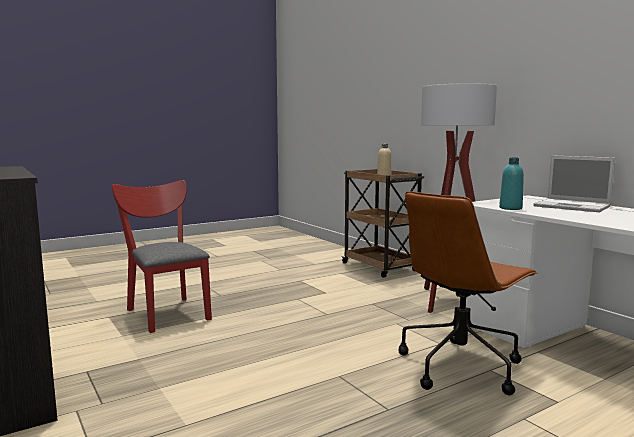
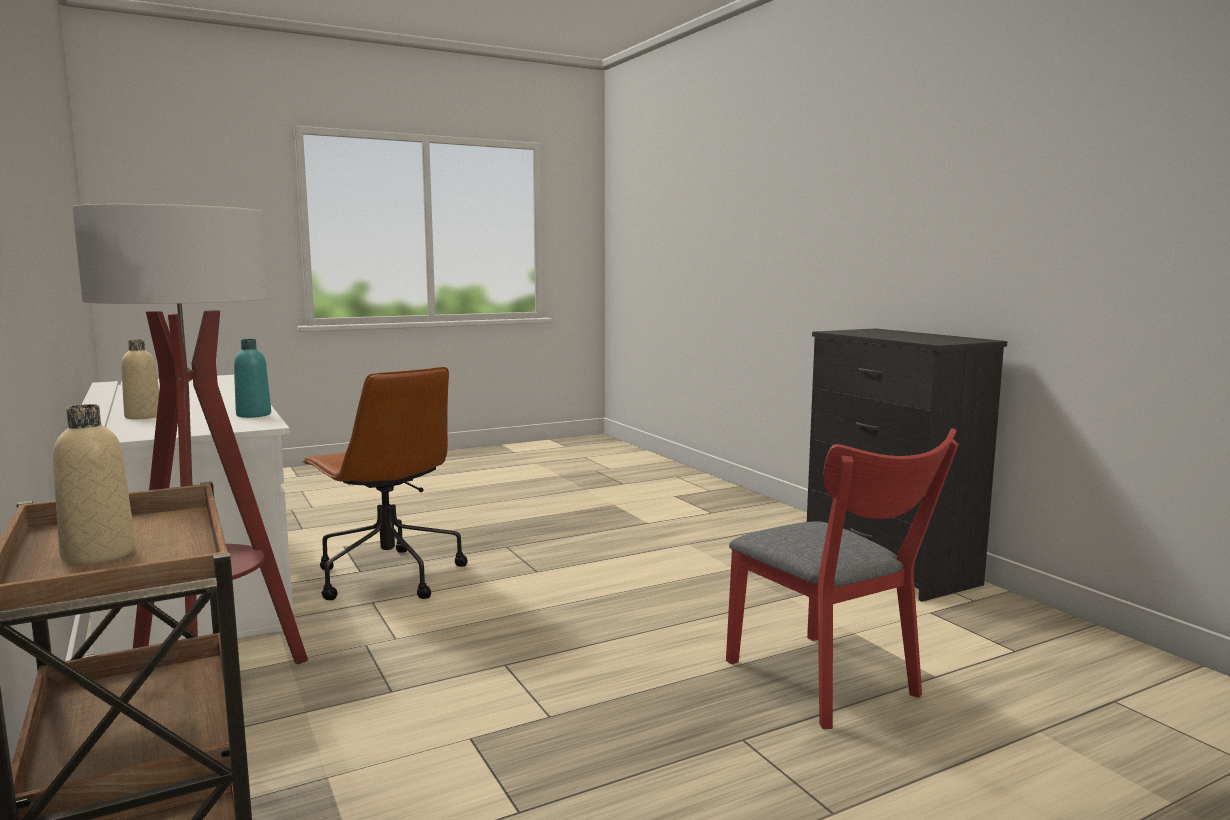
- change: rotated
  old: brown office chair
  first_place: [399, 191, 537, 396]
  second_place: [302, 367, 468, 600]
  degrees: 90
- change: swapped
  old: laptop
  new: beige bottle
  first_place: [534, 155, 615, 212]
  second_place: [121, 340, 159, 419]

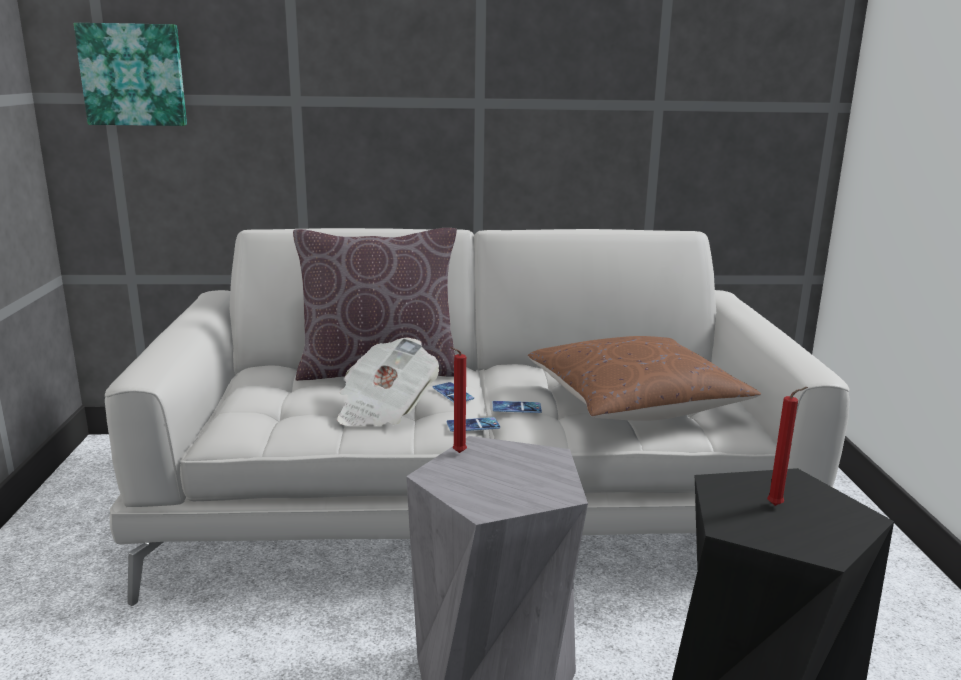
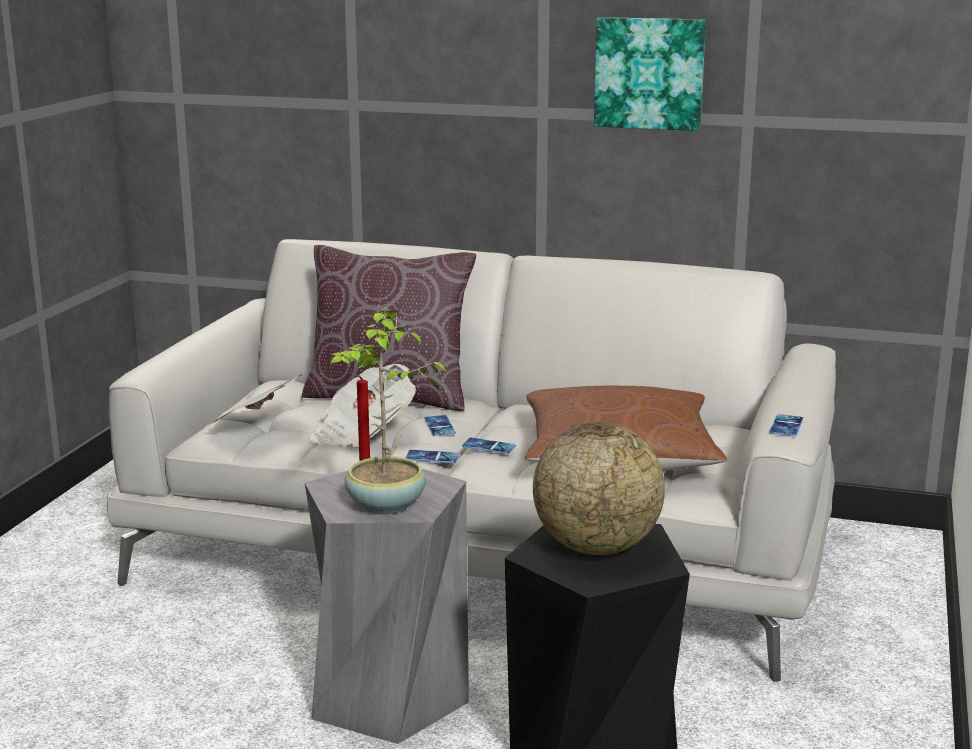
- change: shifted
  old: picture
  first_place: [74, 23, 187, 126]
  second_place: [594, 17, 706, 131]
- change: swapped
  old: red candle
  new: globe
  first_place: [767, 387, 808, 506]
  second_place: [533, 422, 665, 555]
- change: new
  new: newspaper
  second_place: [202, 374, 303, 428]
- change: new
  new: potted plant
  second_place: [329, 307, 447, 514]
- change: new
  new: phone
  second_place: [769, 414, 803, 436]

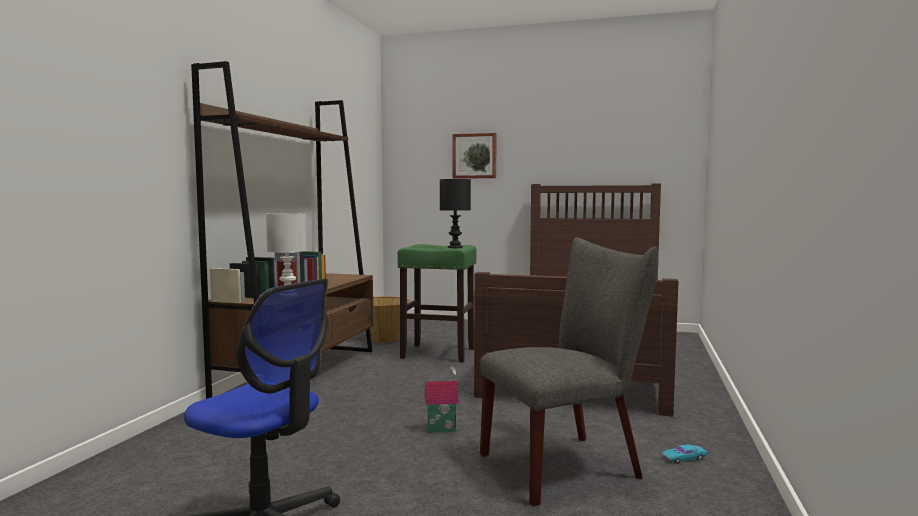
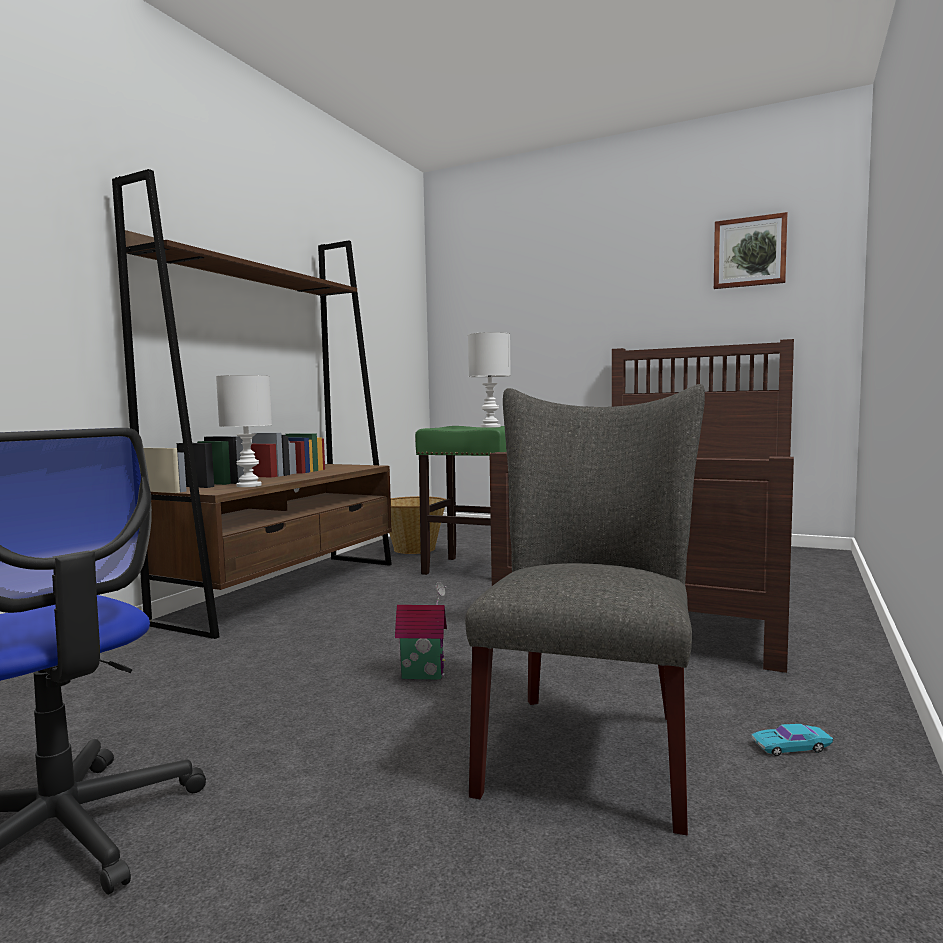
- change: repainted
  old: black table lamp
  new: white table lamp
  first_place: [440, 179, 471, 248]
  second_place: [468, 332, 511, 428]
- change: shifted
  old: picture
  first_place: [452, 133, 497, 179]
  second_place: [714, 212, 787, 289]
- change: rotated
  old: grey chair
  first_place: [480, 237, 659, 507]
  second_place: [465, 384, 705, 835]
  degrees: -60

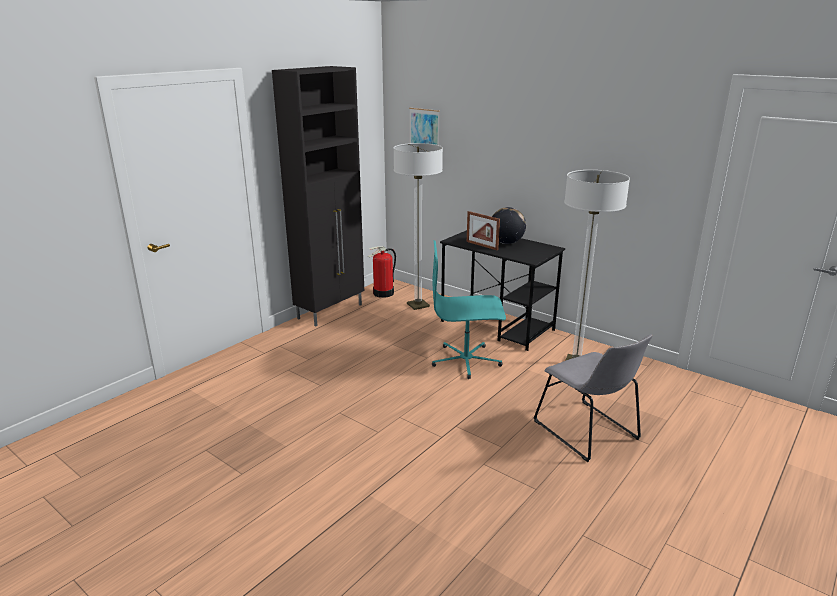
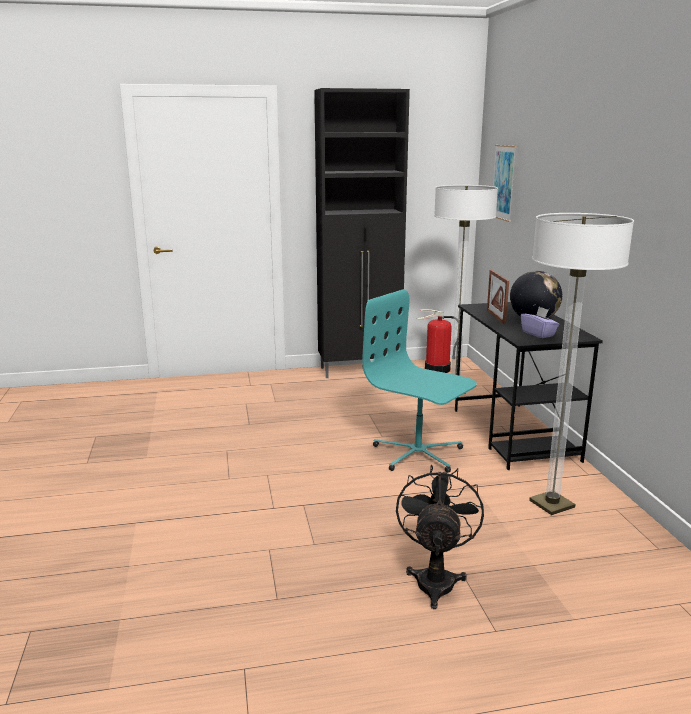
- change: swapped
  old: grey chair
  new: black fan
  first_place: [534, 334, 653, 462]
  second_place: [396, 465, 484, 609]
- change: new
  new: purple tissue box
  second_place: [521, 307, 559, 338]

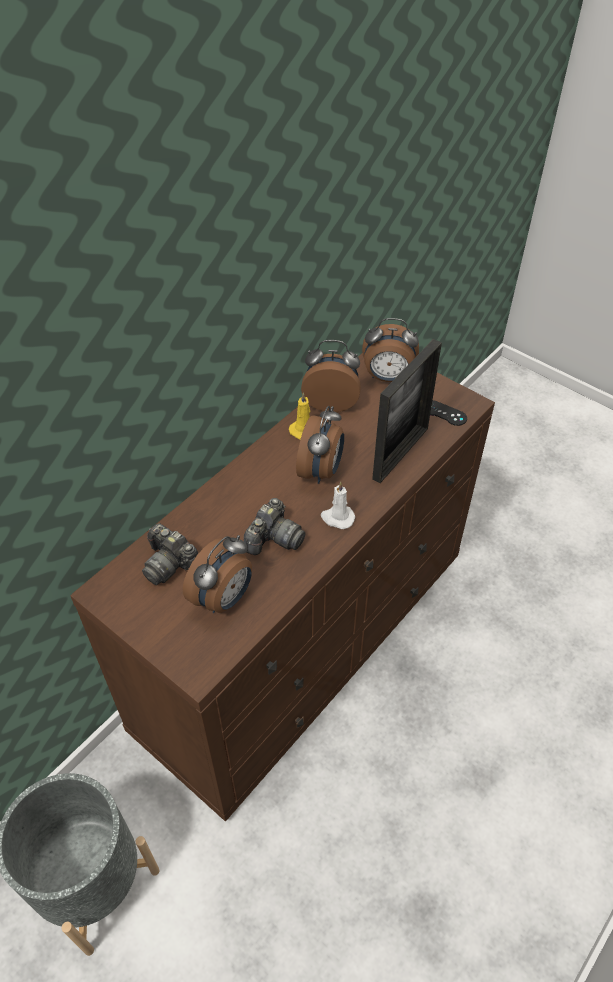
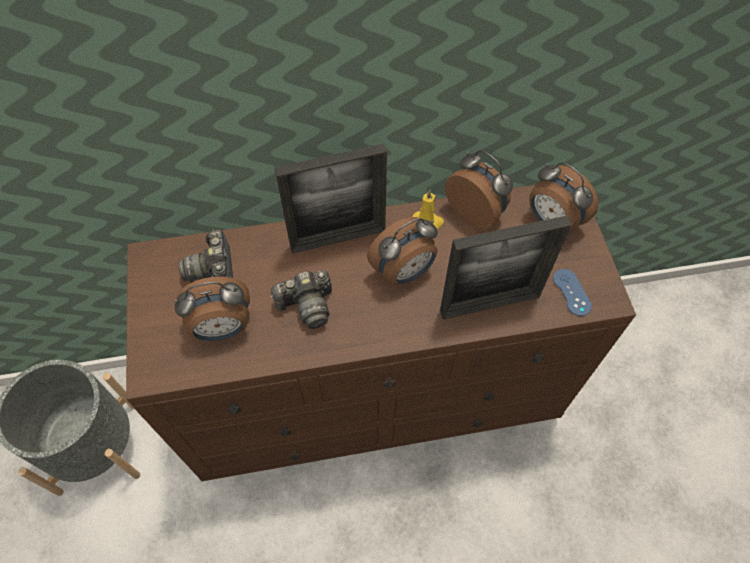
- change: gone
  old: white candle
  first_place: [321, 482, 355, 529]
- change: repainted
  old: black game controller
  new: blue game controller
  first_place: [430, 400, 467, 426]
  second_place: [553, 269, 592, 316]
- change: new
  new: picture frame
  second_place: [274, 143, 387, 254]

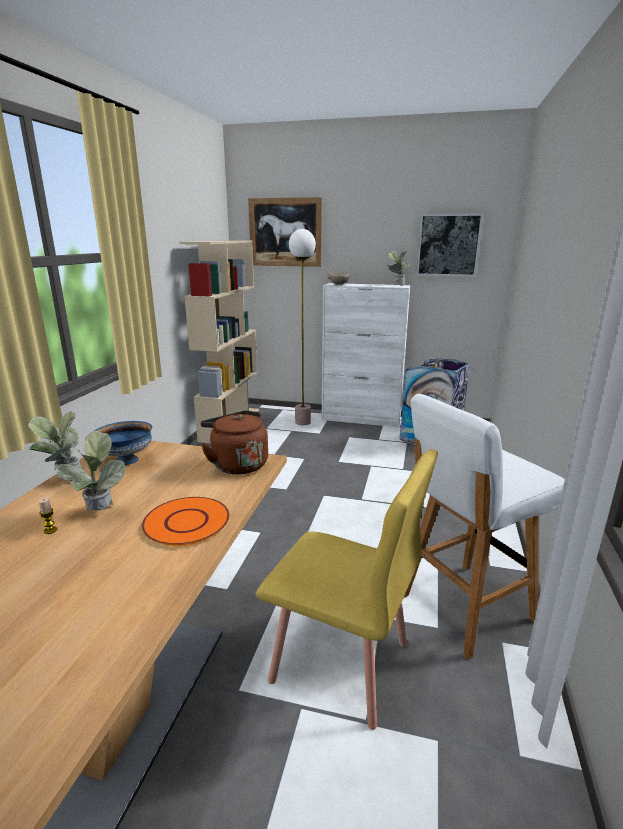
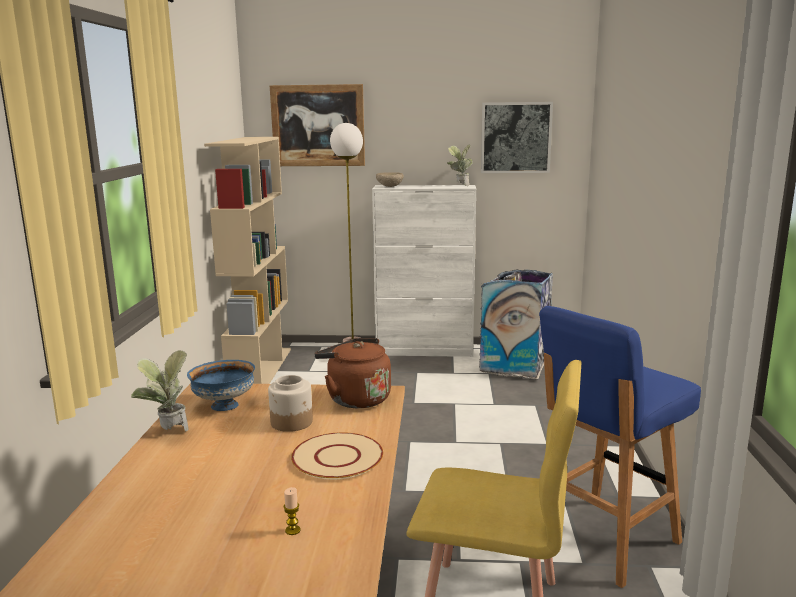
- change: shifted
  old: candle
  first_place: [38, 497, 57, 534]
  second_place: [284, 487, 301, 535]
- change: gone
  old: potted plant
  first_place: [55, 431, 125, 512]
- change: repainted
  old: orange plate
  new: beige plate
  first_place: [142, 497, 230, 546]
  second_place: [291, 432, 383, 480]
- change: repainted
  old: white stool
  new: blue stool
  first_place: [404, 394, 565, 660]
  second_place: [539, 306, 701, 588]
- change: new
  new: jar
  second_place: [268, 375, 313, 432]

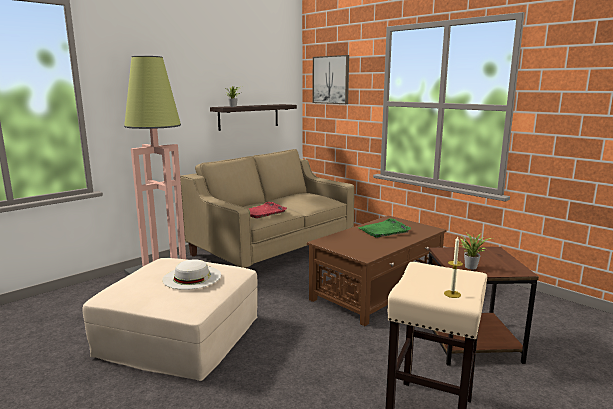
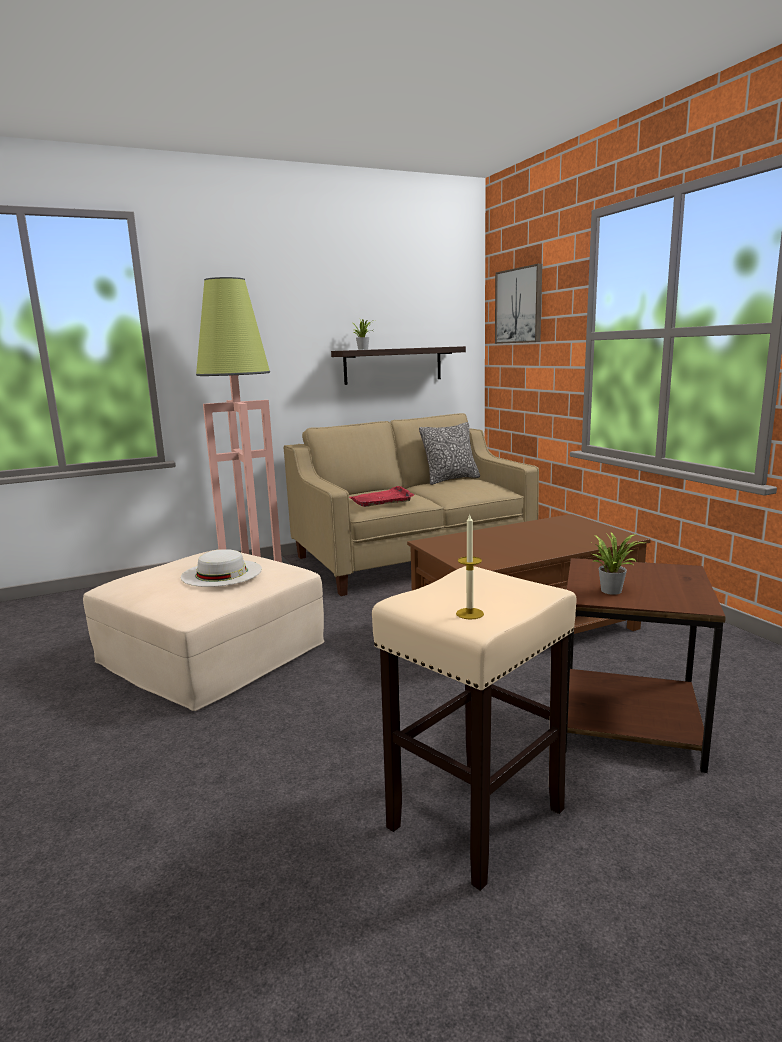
- change: gone
  old: green tray
  first_place: [358, 218, 411, 238]
- change: new
  new: pillow
  second_place: [419, 422, 480, 485]

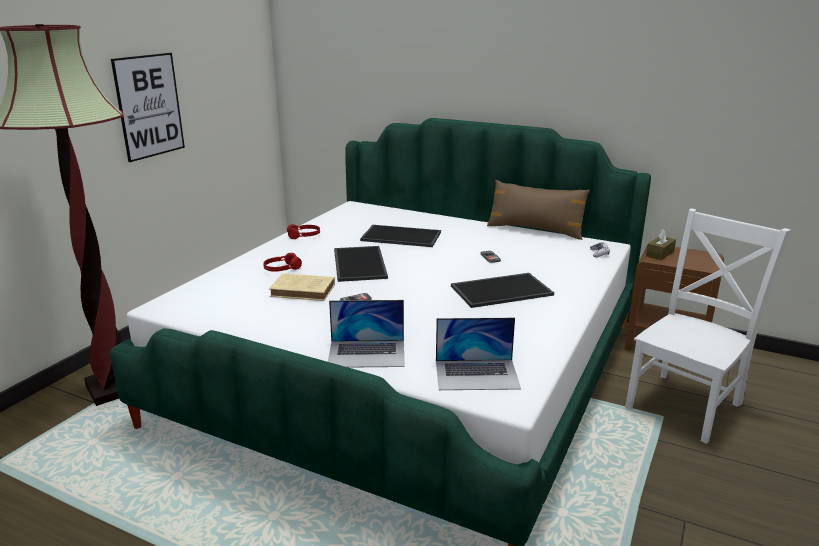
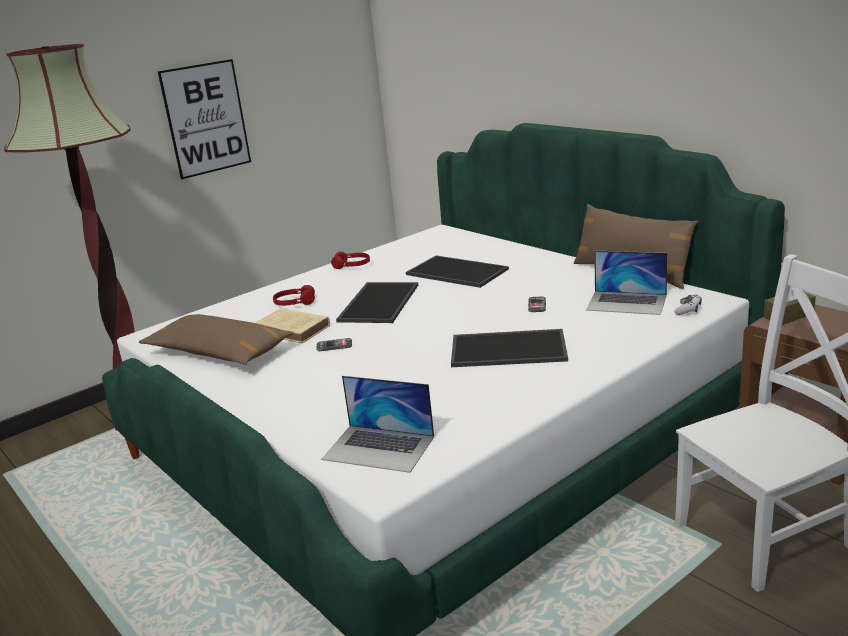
- change: shifted
  old: laptop
  first_place: [328, 300, 404, 368]
  second_place: [586, 250, 668, 315]
- change: new
  new: brown pillow
  second_place: [139, 314, 294, 365]

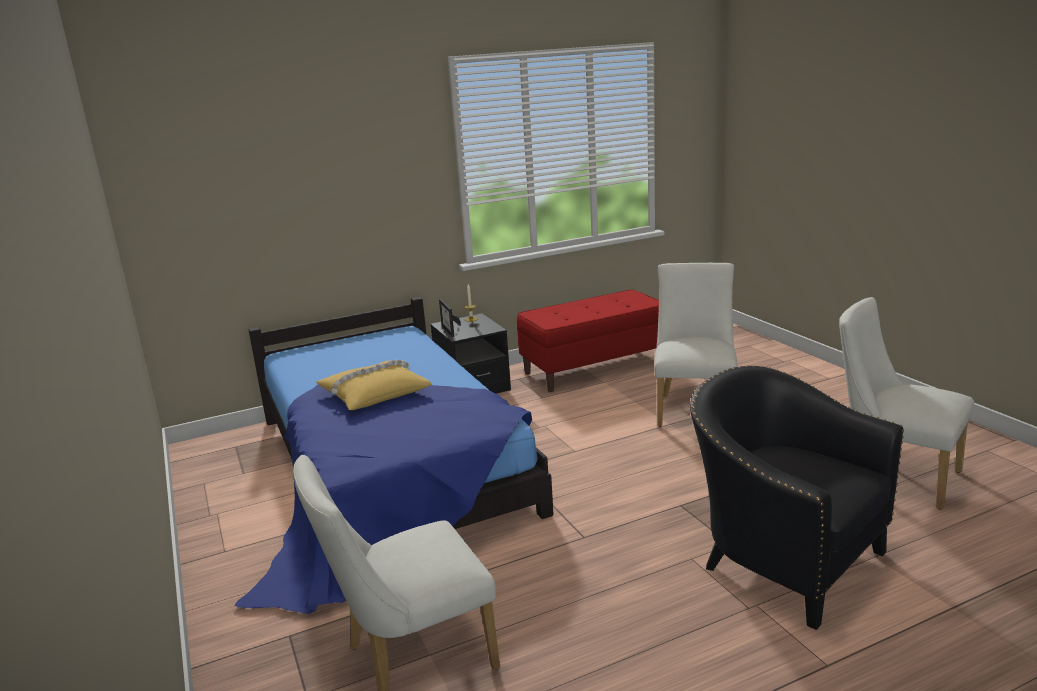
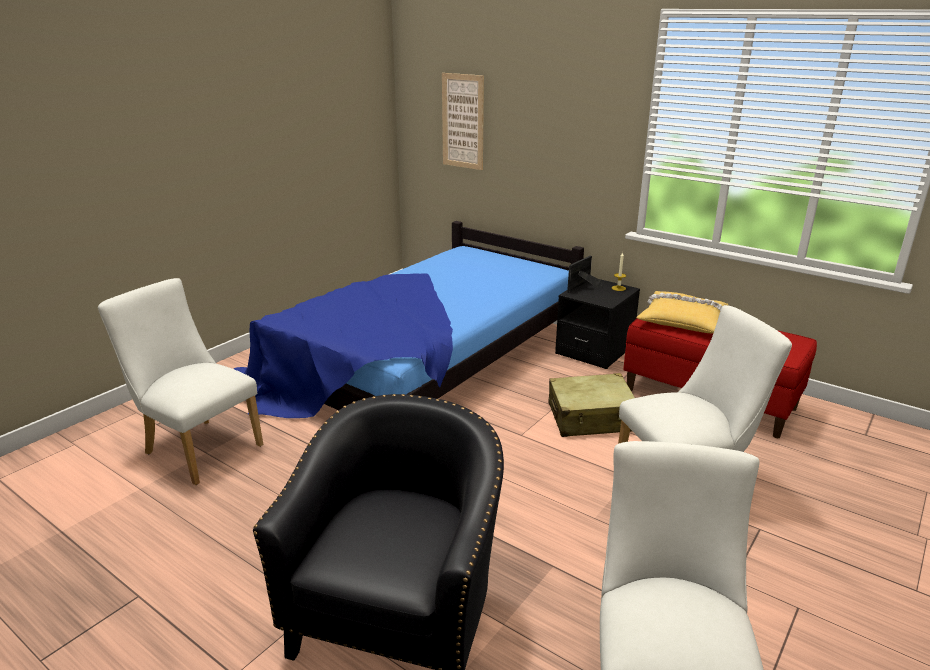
- change: shifted
  old: yellow pillow
  first_place: [316, 360, 432, 410]
  second_place: [637, 291, 728, 333]
- change: new
  new: picture
  second_place: [442, 73, 484, 170]
- change: new
  new: beige suitcase
  second_place: [548, 373, 635, 437]

